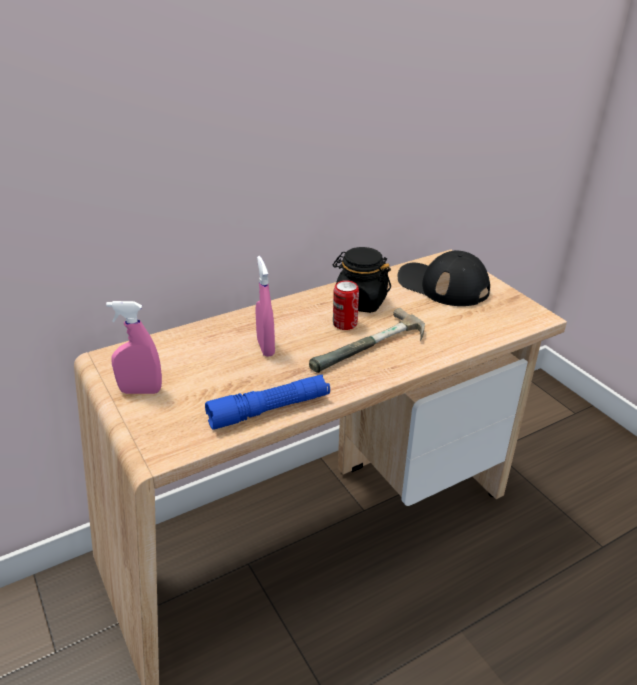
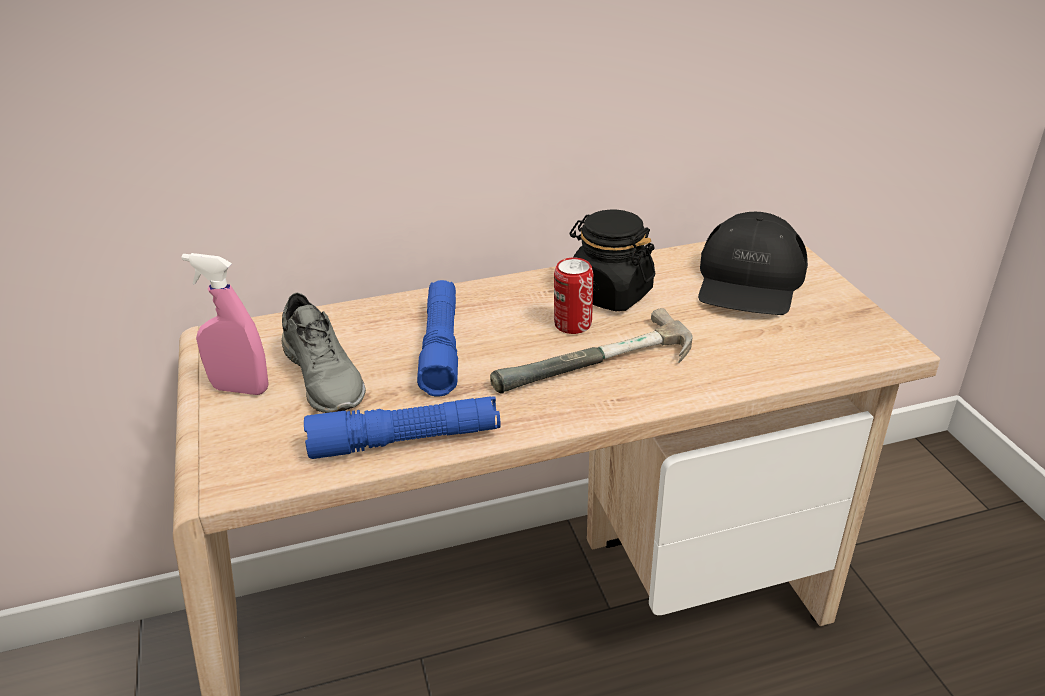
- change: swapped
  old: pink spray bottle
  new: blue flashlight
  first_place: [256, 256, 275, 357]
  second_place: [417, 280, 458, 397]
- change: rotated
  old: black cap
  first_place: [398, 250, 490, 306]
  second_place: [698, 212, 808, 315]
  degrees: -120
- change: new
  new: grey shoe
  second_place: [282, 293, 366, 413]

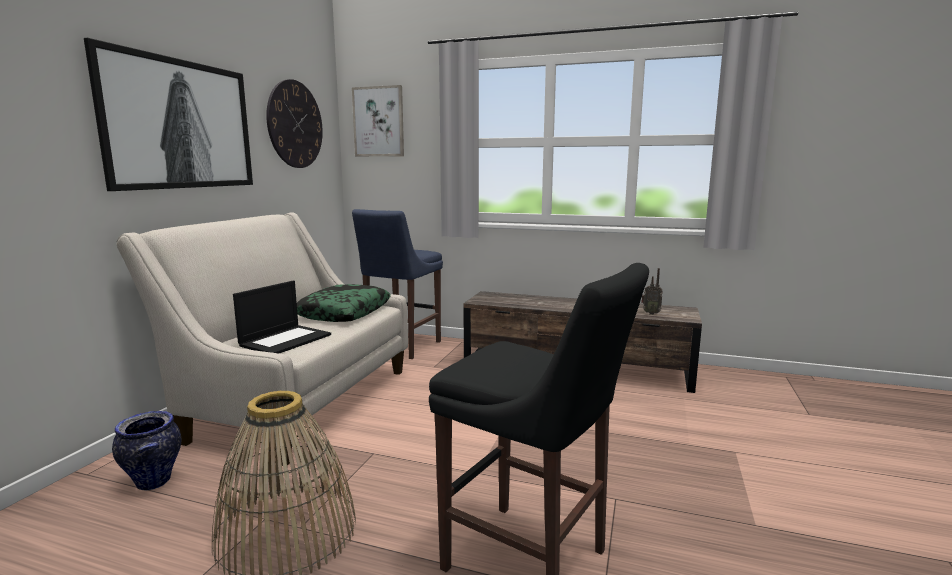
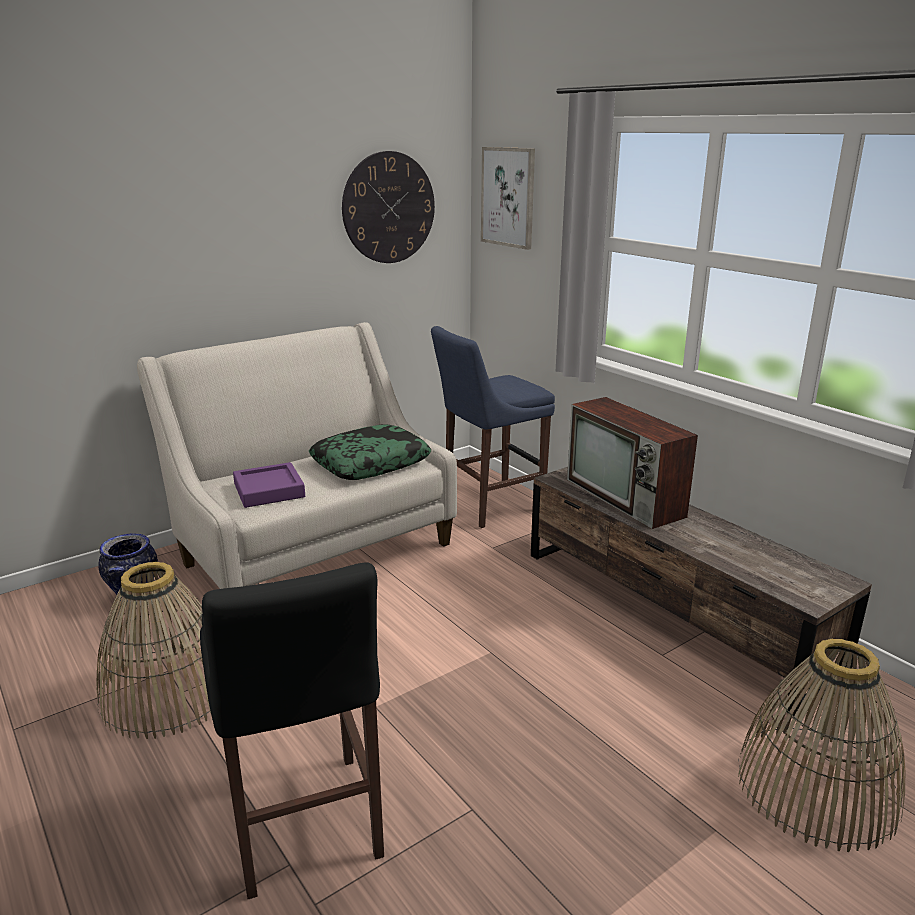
- change: gone
  old: picture
  first_place: [84, 38, 253, 191]
- change: swapped
  old: laptop
  new: purple tray
  first_place: [233, 281, 331, 354]
  second_place: [233, 462, 305, 508]
- change: gone
  old: radio
  first_place: [641, 268, 663, 315]
- change: new
  new: television
  second_place: [567, 397, 698, 529]
- change: new
  new: basket
  second_place: [738, 639, 905, 852]

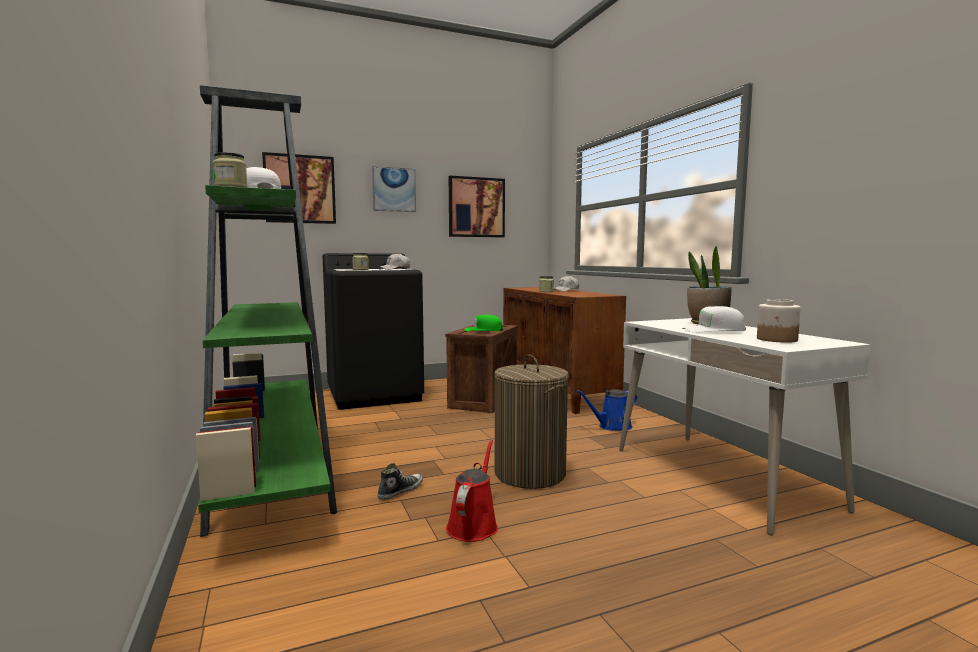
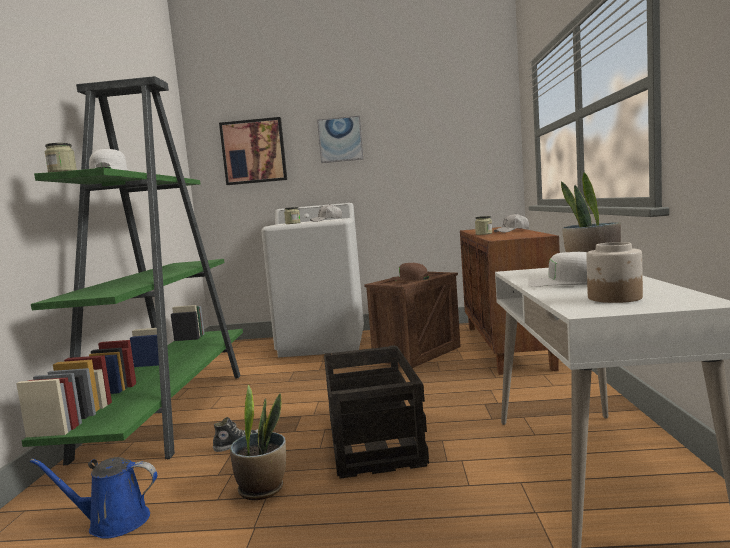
- change: repainted
  old: black washing machine
  new: white washing machine
  first_place: [323, 253, 424, 410]
  second_place: [261, 203, 364, 357]
- change: swapped
  old: red watering can
  new: potted plant
  first_place: [446, 440, 498, 542]
  second_place: [230, 385, 286, 500]
- change: gone
  old: picture
  first_place: [449, 176, 505, 237]
- change: repainted
  old: green cap
  new: brown cap
  first_place: [464, 315, 503, 331]
  second_place: [389, 263, 429, 281]
- change: swapped
  old: laundry basket
  new: crate
  first_place: [494, 354, 568, 489]
  second_place: [324, 345, 429, 479]
- change: shifted
  old: blue watering can
  first_place: [576, 389, 638, 431]
  second_place: [30, 457, 157, 539]

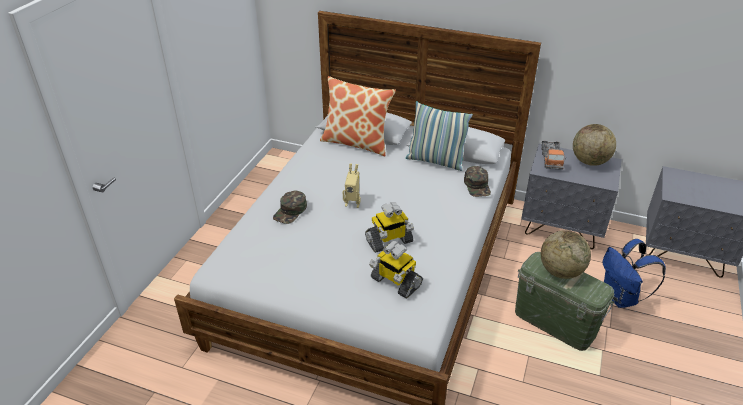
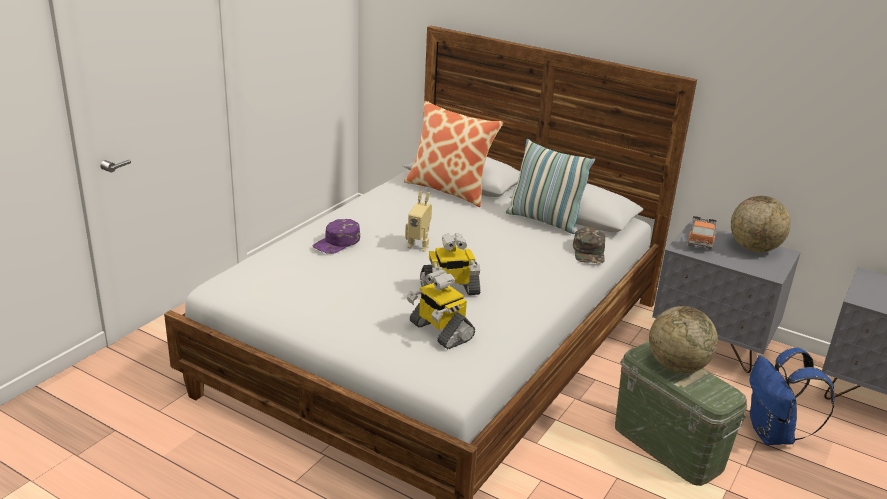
- change: repainted
  old: green cap
  new: purple cap
  first_place: [273, 191, 307, 224]
  second_place: [312, 219, 360, 254]

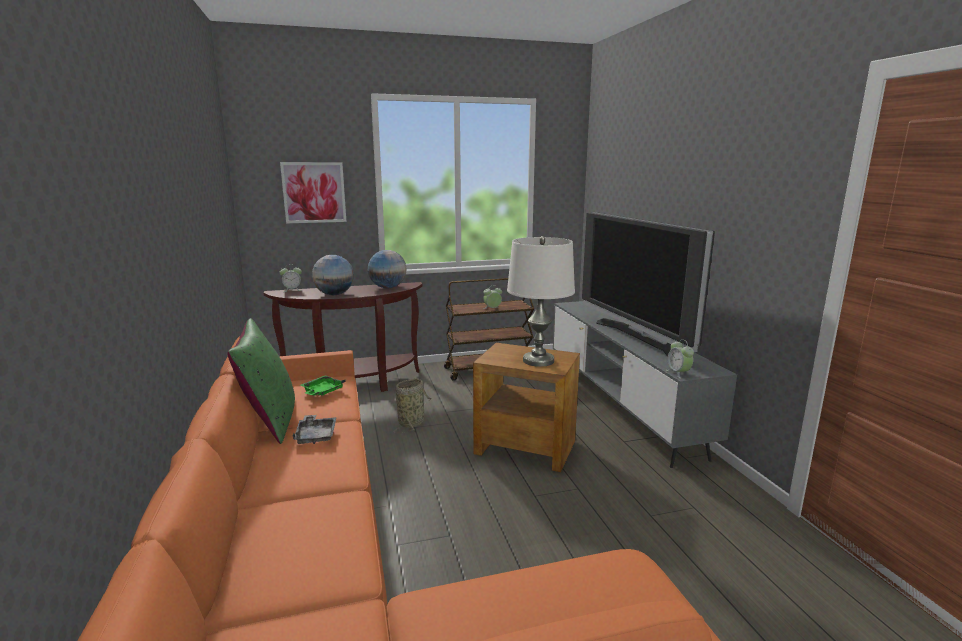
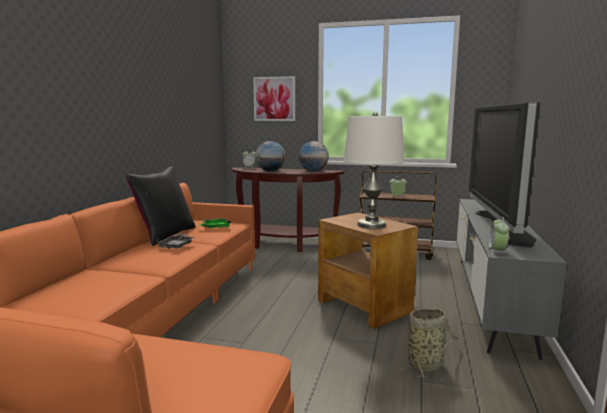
- change: repainted
  old: green pillow
  new: black pillow
  first_place: [227, 318, 295, 444]
  second_place: [126, 167, 196, 246]
- change: shifted
  old: basket
  first_place: [394, 378, 432, 433]
  second_place: [398, 308, 458, 377]

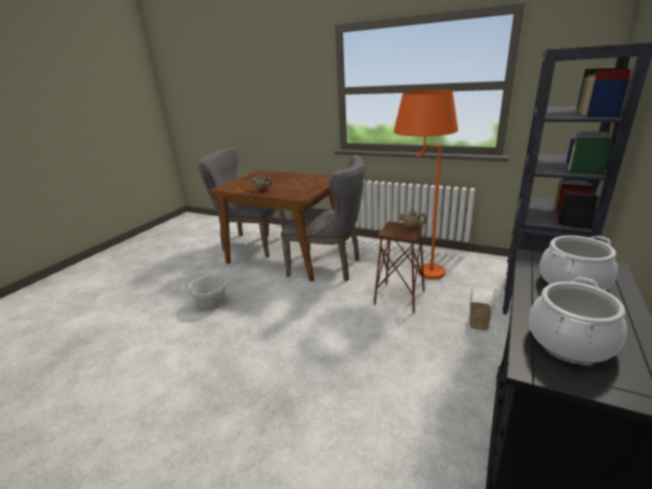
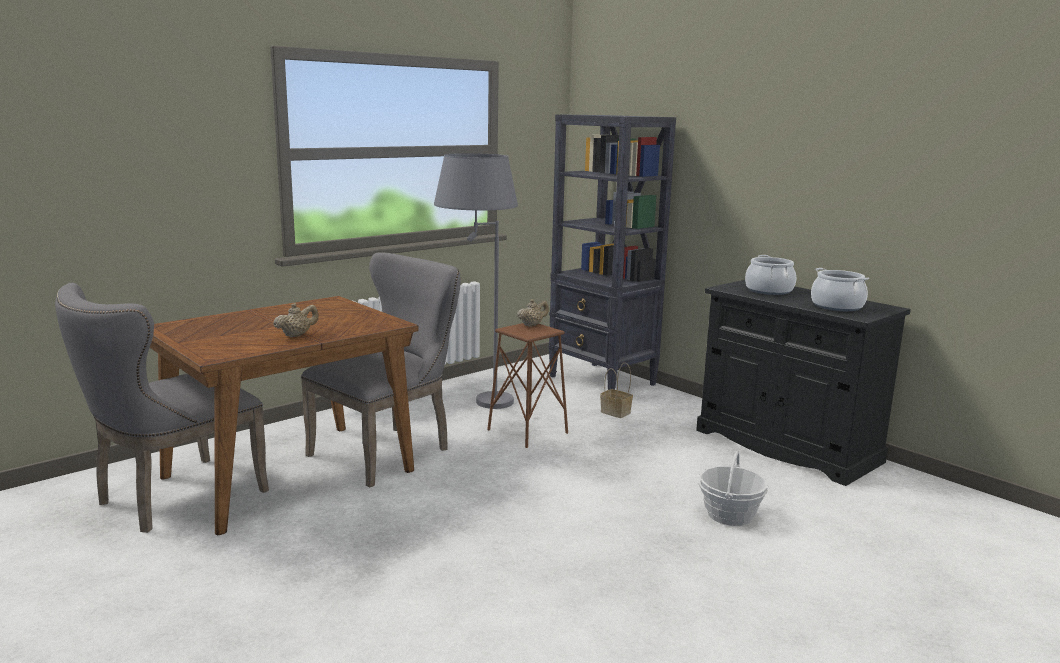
- change: shifted
  old: basket
  first_place: [186, 271, 229, 310]
  second_place: [698, 451, 768, 526]
- change: repainted
  old: orange floor lamp
  new: grey floor lamp
  first_place: [394, 90, 458, 279]
  second_place: [434, 153, 518, 409]

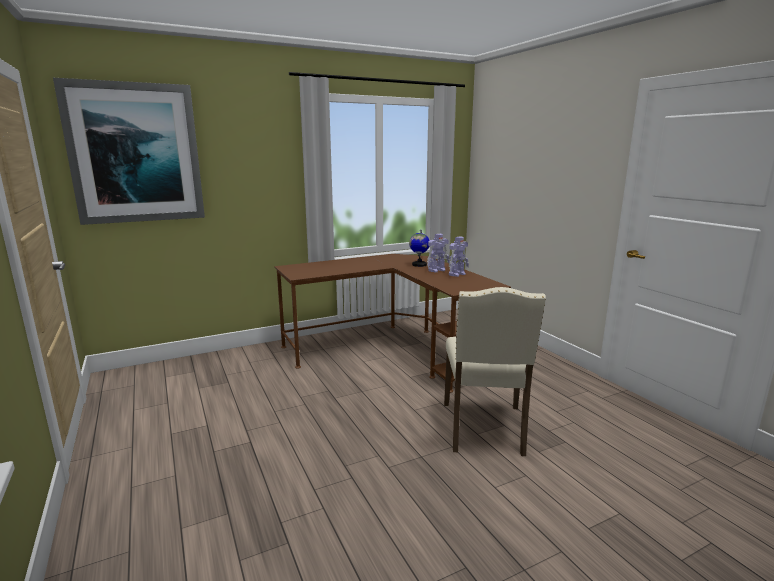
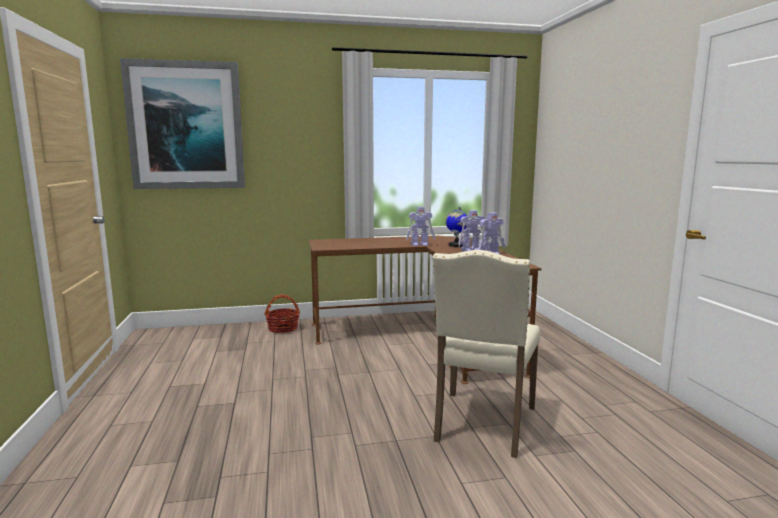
- change: new
  new: basket
  second_place: [264, 294, 300, 333]
- change: new
  new: toy robot
  second_place: [406, 207, 435, 246]

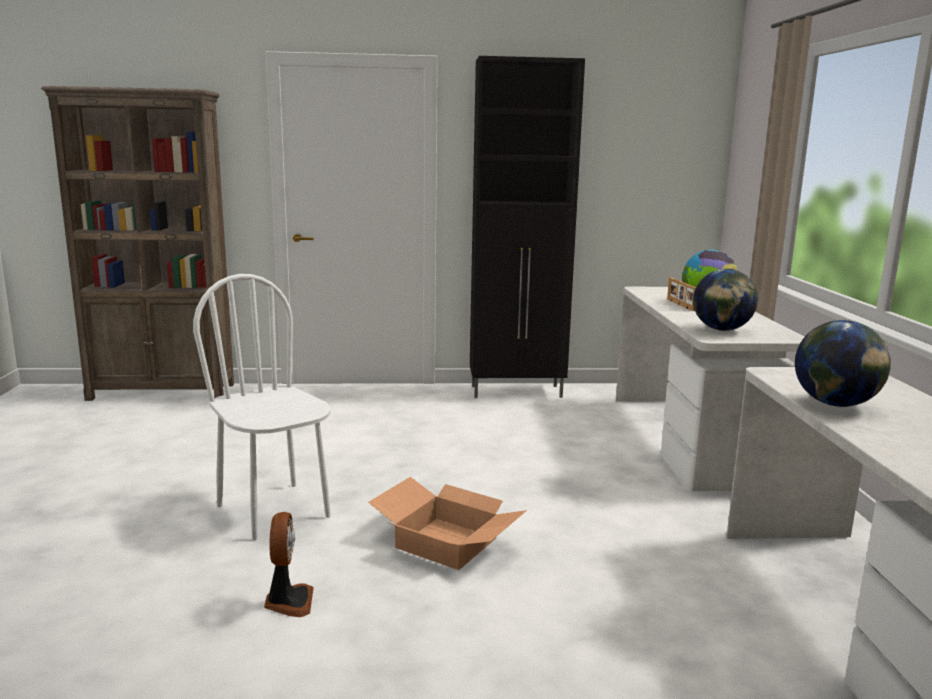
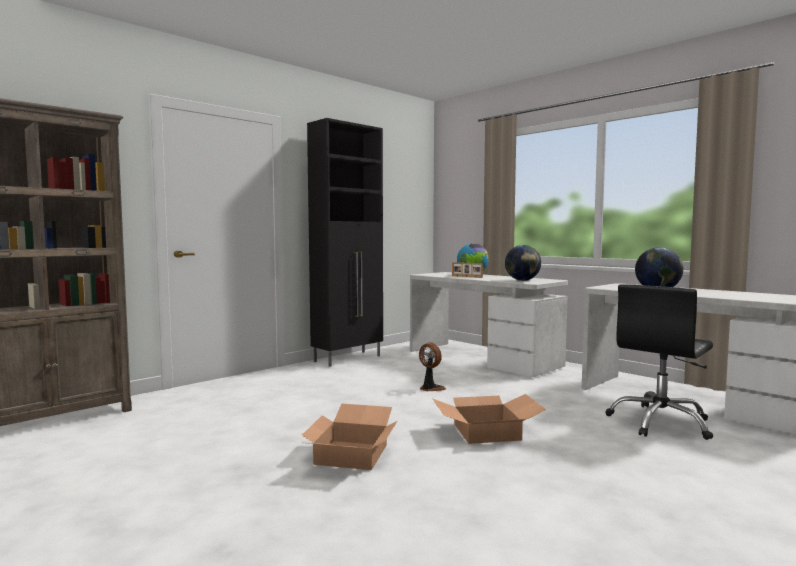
- change: swapped
  old: white chair
  new: cardboard box
  first_place: [193, 274, 331, 540]
  second_place: [302, 404, 397, 470]
- change: shifted
  old: fan
  first_place: [264, 512, 314, 617]
  second_place: [419, 342, 446, 391]
- change: new
  new: black office chair
  second_place: [605, 284, 713, 440]

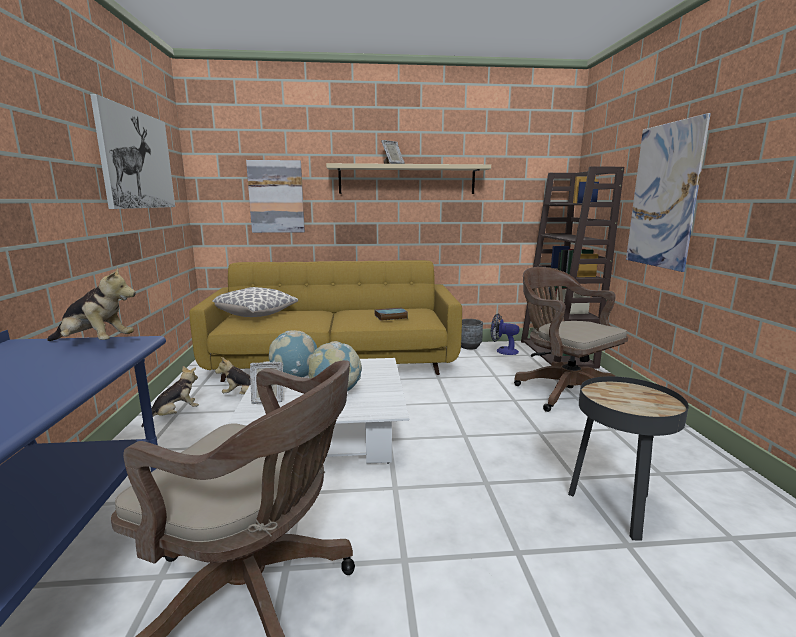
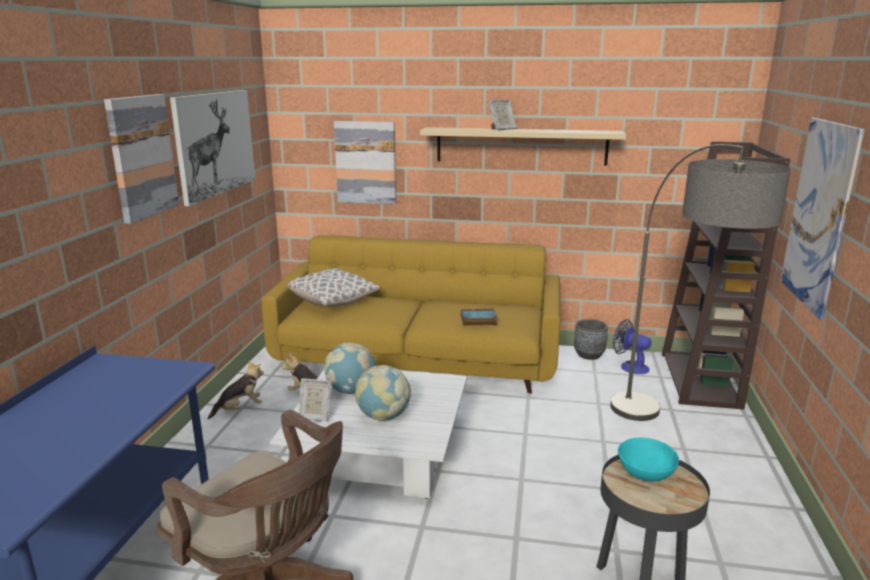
- change: gone
  old: plush toy
  first_place: [47, 266, 136, 341]
- change: swapped
  old: brown office chair
  new: floor lamp
  first_place: [514, 267, 628, 412]
  second_place: [610, 144, 791, 421]
- change: new
  new: picture
  second_place: [104, 94, 179, 224]
- change: new
  new: turquoise bowl
  second_place: [618, 438, 679, 482]

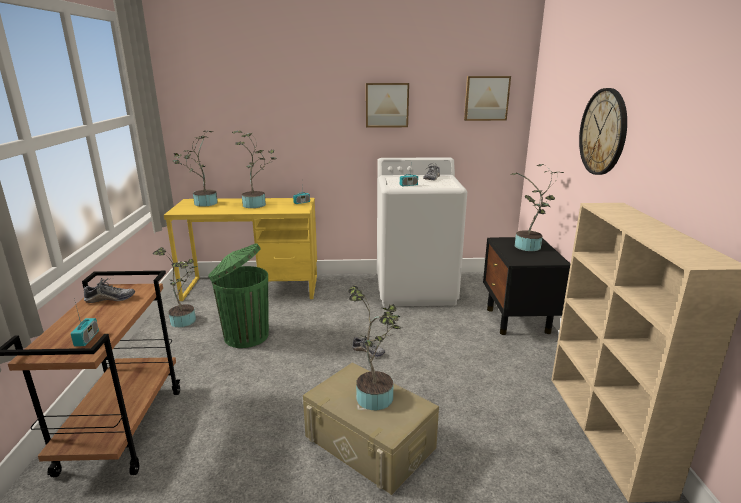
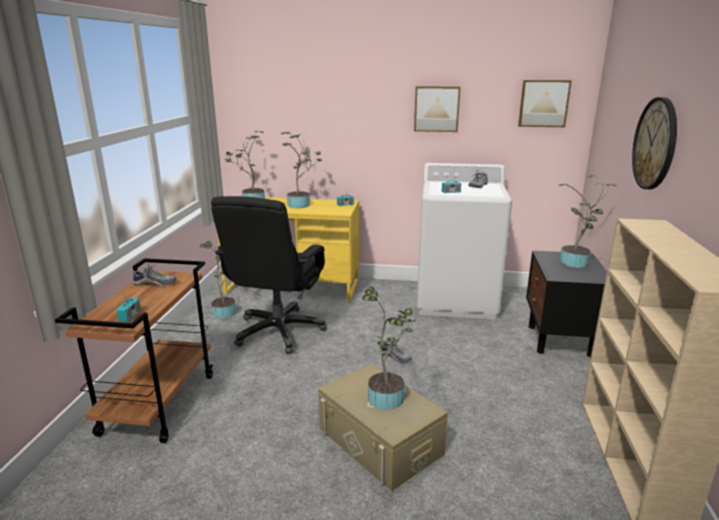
- change: swapped
  old: green trash can
  new: black office chair
  first_place: [208, 243, 269, 348]
  second_place: [211, 196, 327, 354]

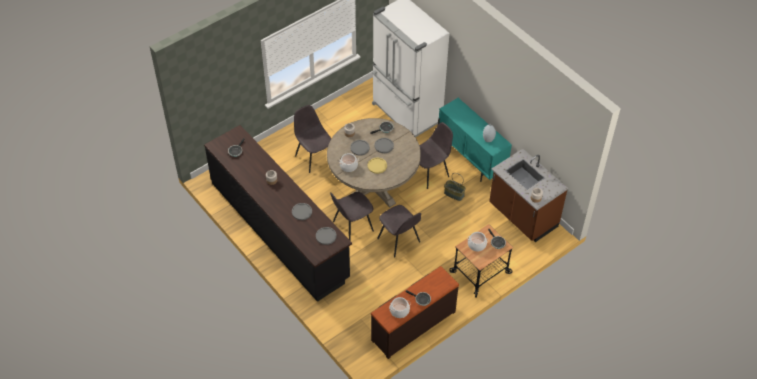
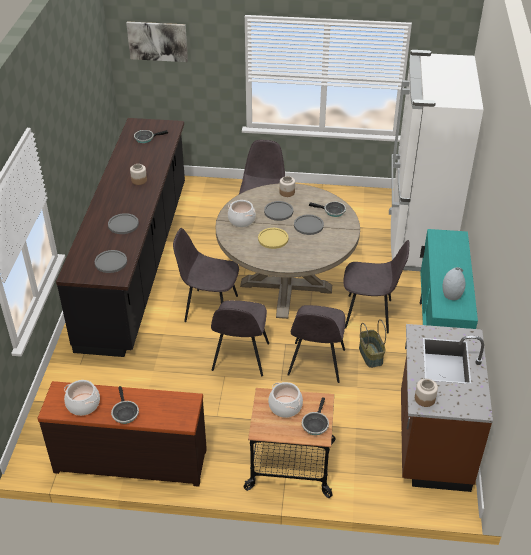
- change: new
  new: picture
  second_place: [126, 21, 188, 62]
- change: new
  new: grey chair
  second_place: [287, 305, 346, 383]

